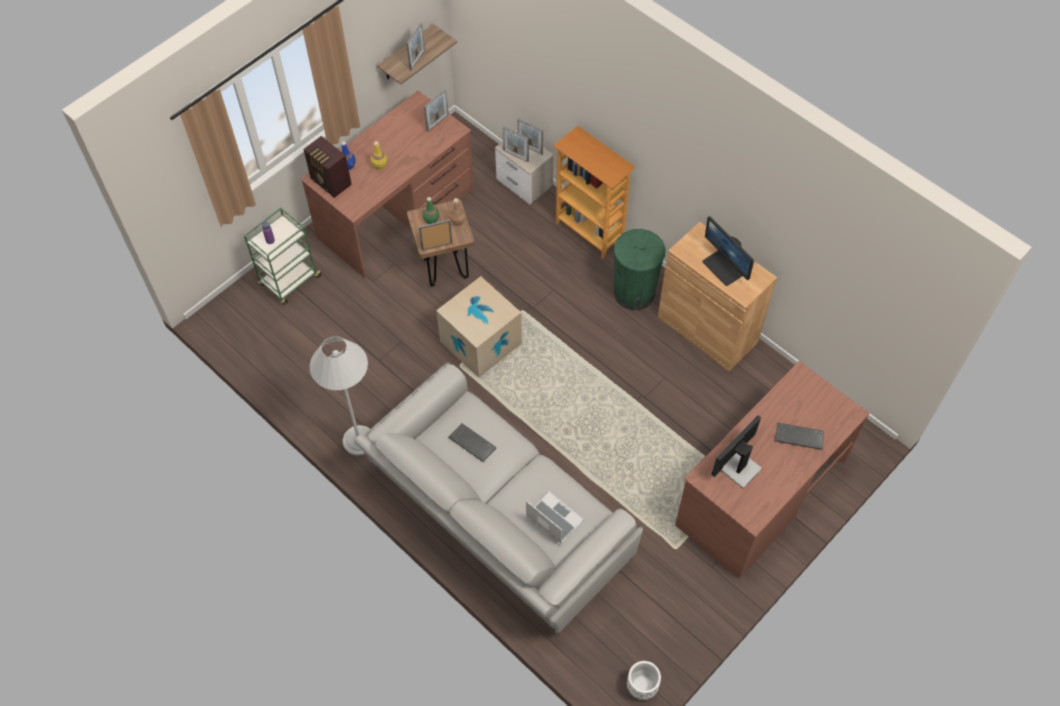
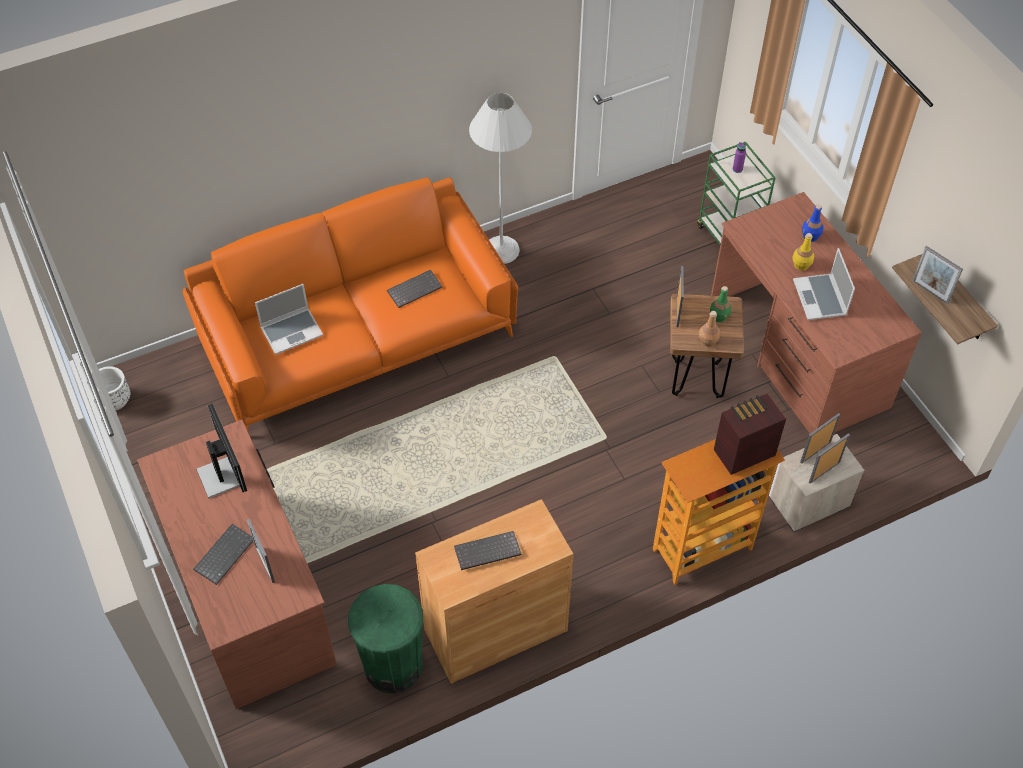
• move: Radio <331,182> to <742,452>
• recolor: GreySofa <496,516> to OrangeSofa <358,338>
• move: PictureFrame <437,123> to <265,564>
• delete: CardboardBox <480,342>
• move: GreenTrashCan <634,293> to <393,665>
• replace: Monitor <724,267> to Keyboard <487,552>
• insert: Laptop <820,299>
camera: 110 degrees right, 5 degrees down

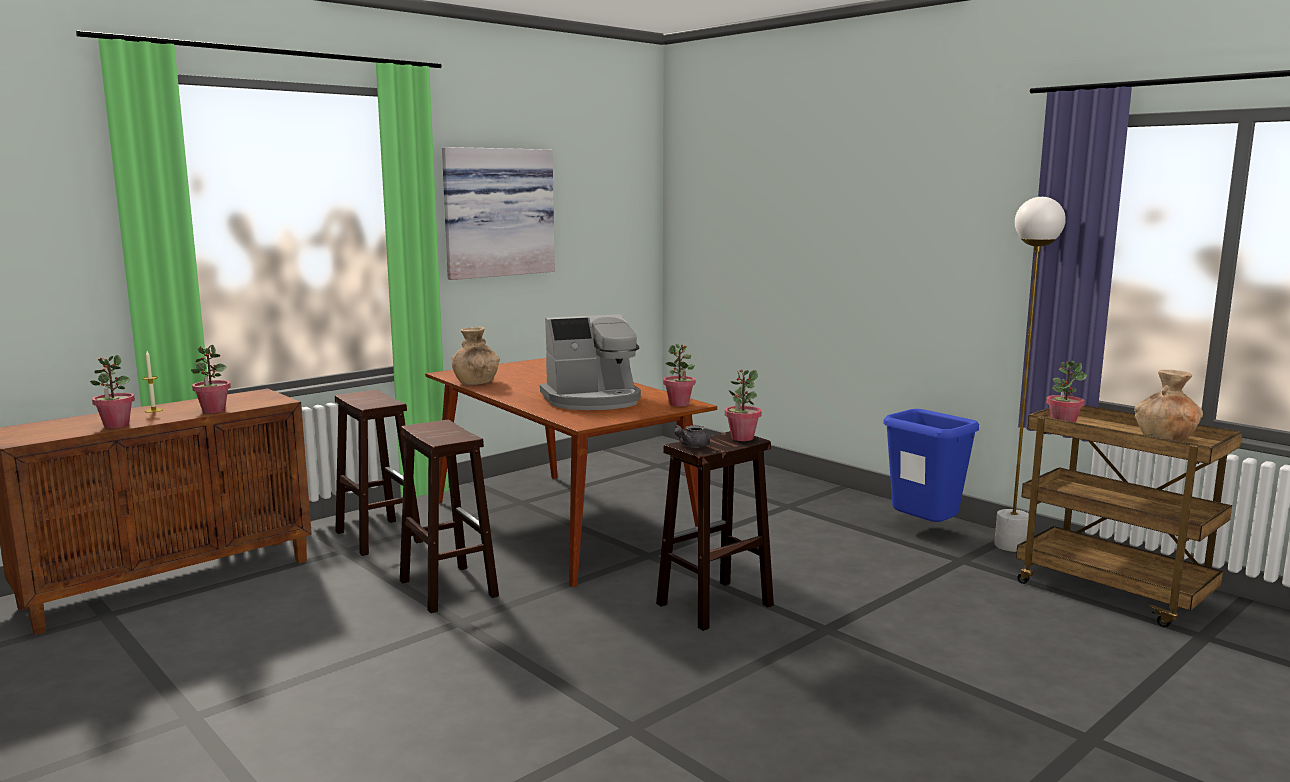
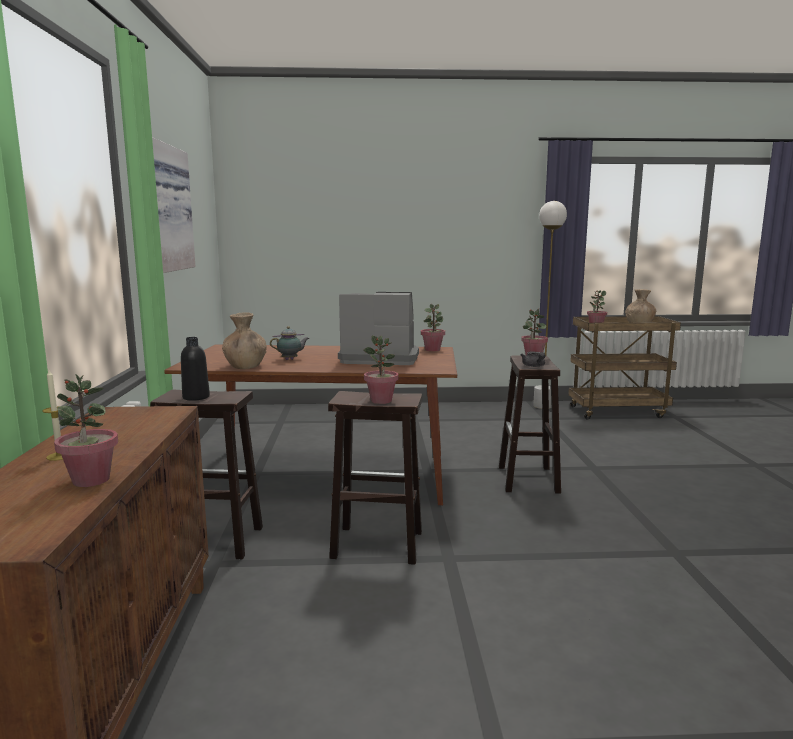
• move: PottedPlant <213,410> to <381,401>
• rotate: CoffeeMachine <593,400> = <379,358> 105 degrees counterclockwise
• delete: BlueTrashCan <924,532>
• insert: BlackBottle <196,397>
• insert: Teapot <290,359>
camera: 50 degrees left, 0 degrees up

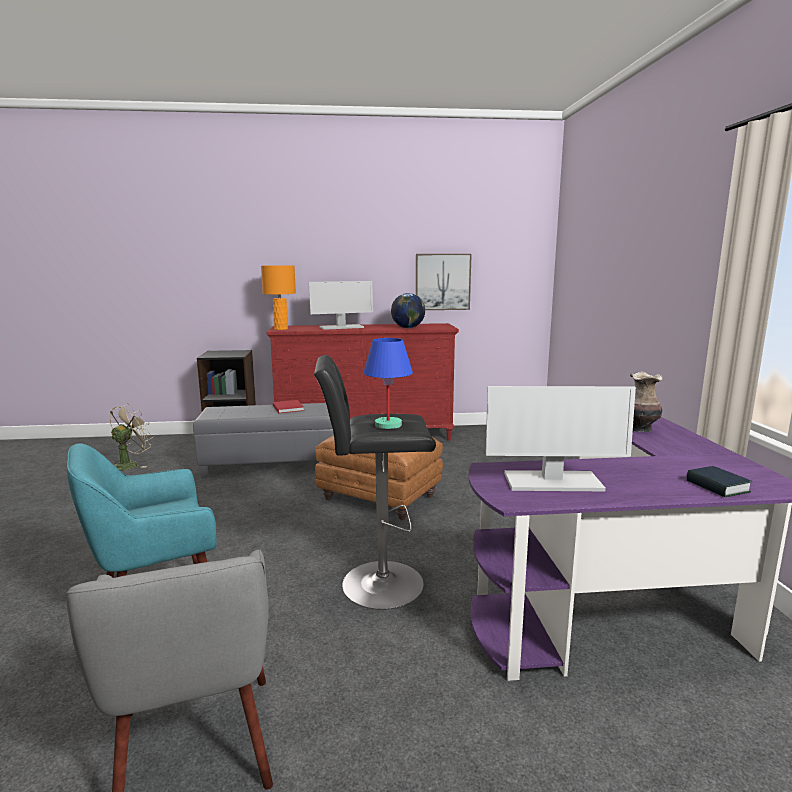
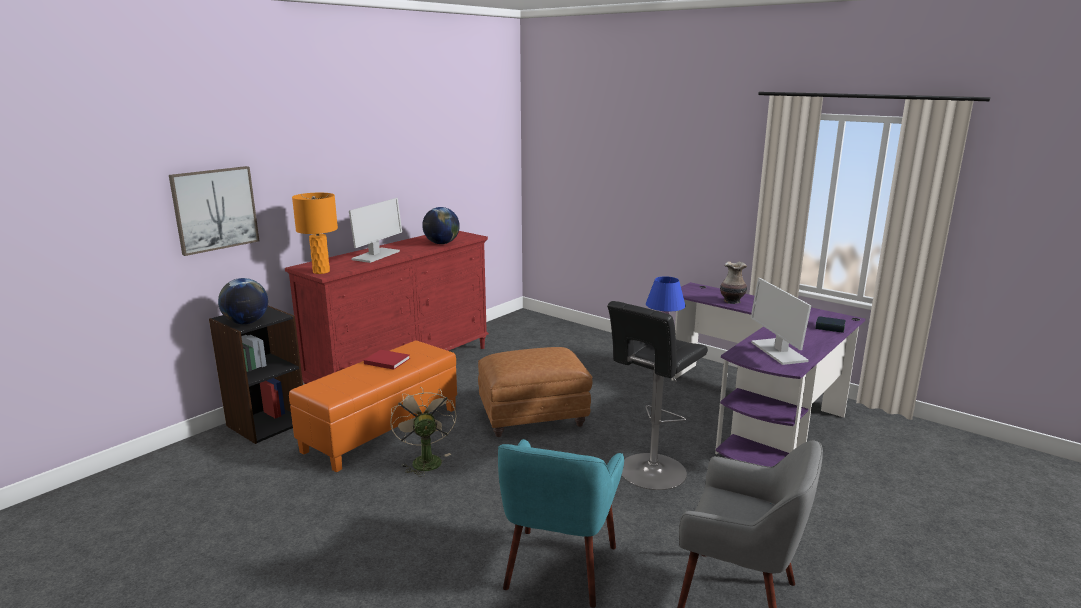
• move: BeigeFan <130,464> to <424,460>
• recolor: GreyOttoman <275,465> to OrangeOttoman <382,429>
• move: Picture <442,282> to <215,209>
• rotate: Monitor <551,482> = <778,351> 120 degrees clockwise
• insert: Globe <246,323>
camera: 45 degrees left, 5 degrees up

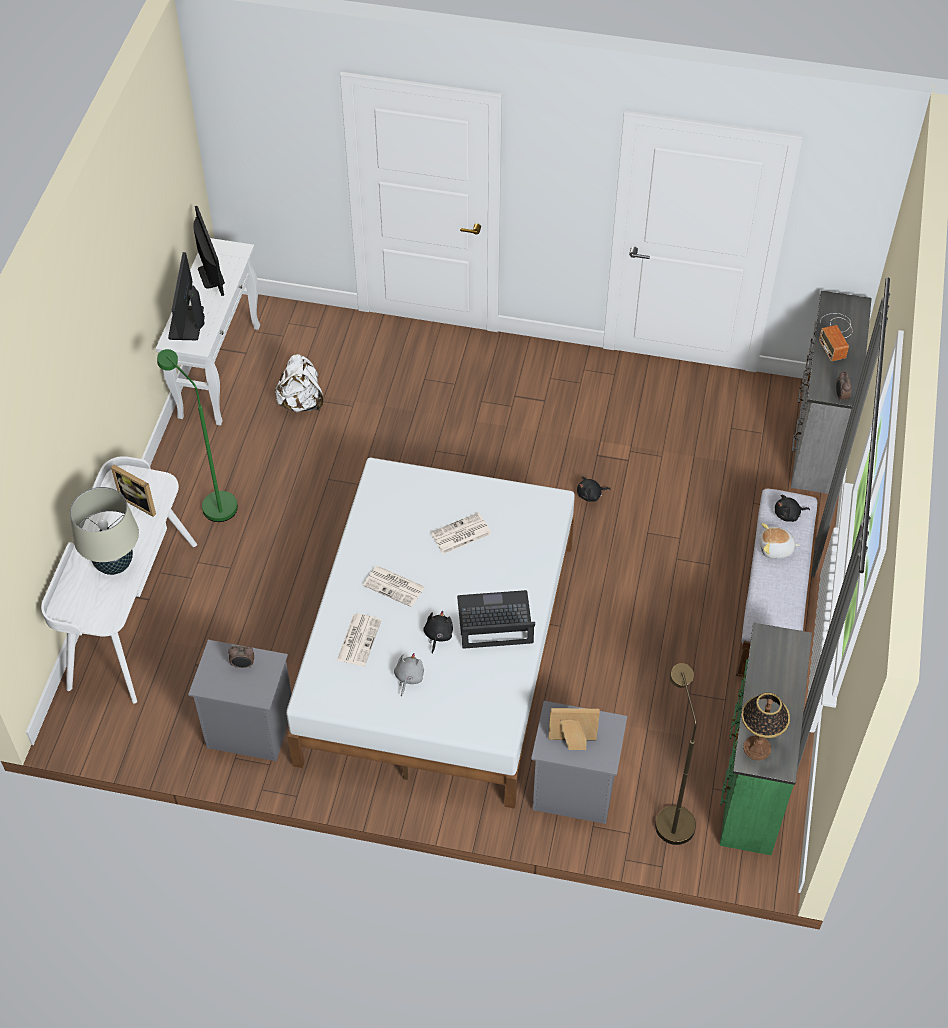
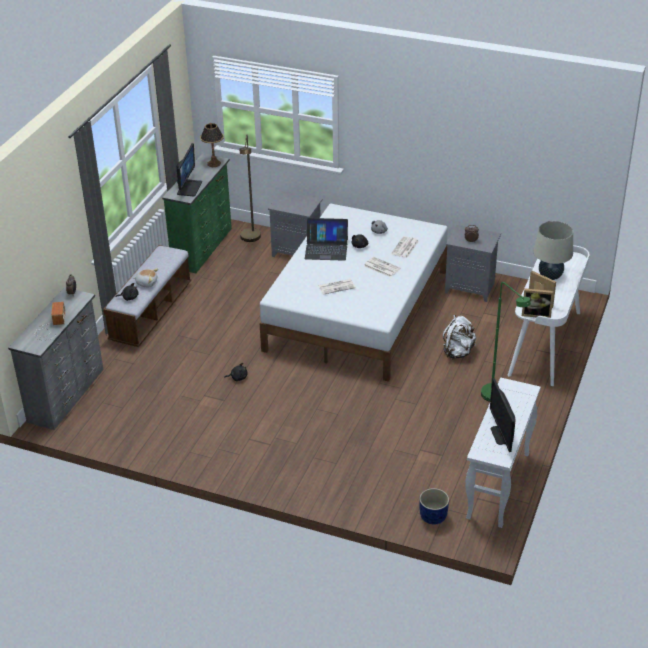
• move: Monitor <187,323> to <189,188>
• move: WhiteBackpack <301,402> to <458,352>
• move: PictureFrame <572,743> to <536,314>
• insert: BluePlanter <432,516>
camera: 170 degrees left, 15 degrees down

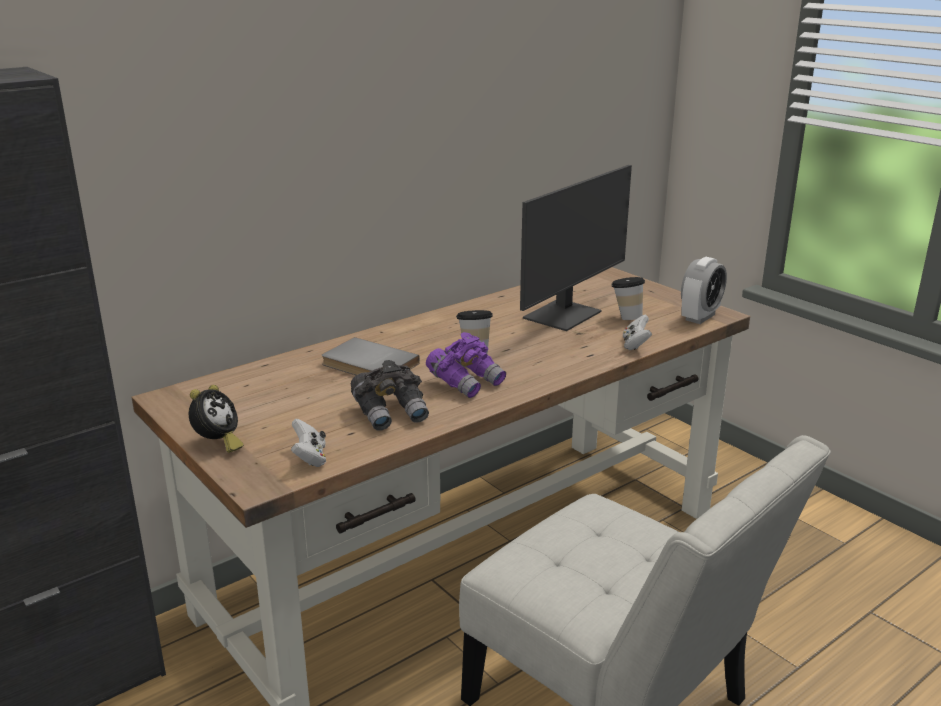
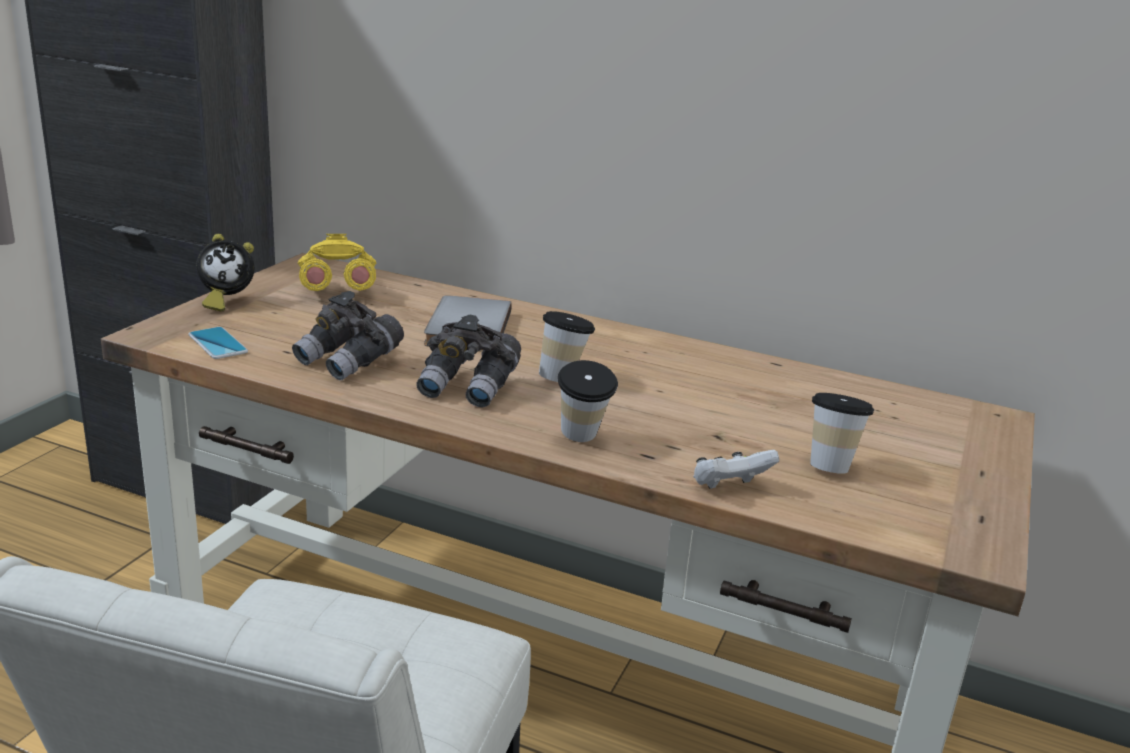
• replace: WhiteGameController <310,458> to Phone <217,344>
• recolor: PurpleBinoculars <466,382> to GreyBinoculars <469,387>
• delete: Monitor <564,315>
• delete: AlarmClock <700,317>
• insert: YellowBinoculars <336,292>
• insert: Cup <582,440>
camera: 60 degrees right, 0 degrees up

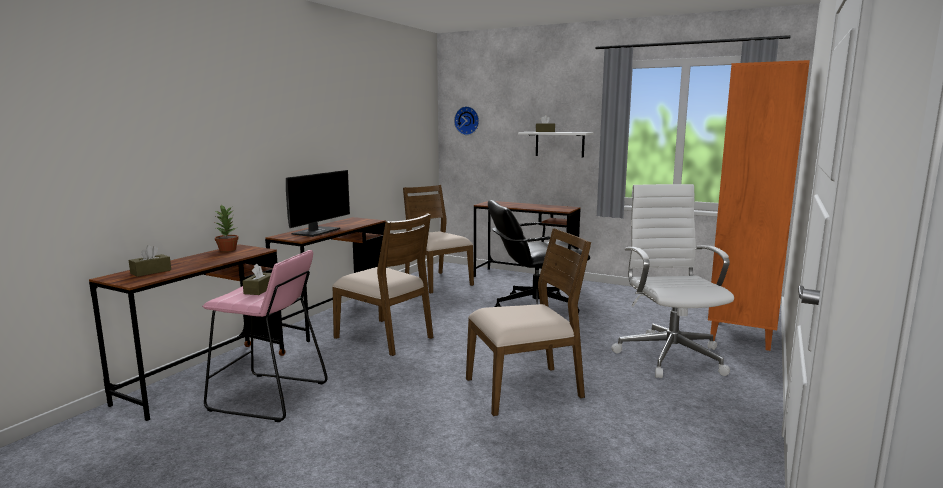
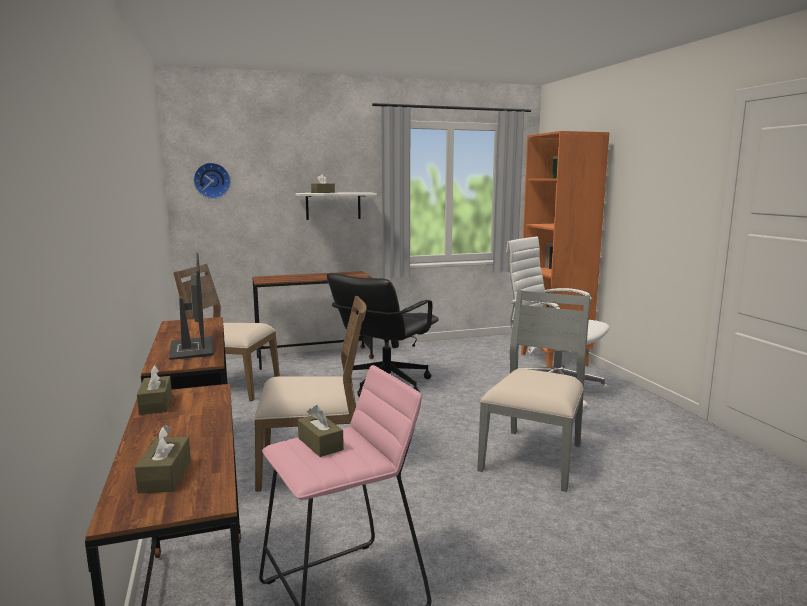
• replace: PottedPlant <228,249> to BrownTissueBox <156,404>
• recolor: BrownChair <525,388> to GreyChair <534,457>
camera: 45 degrees left, 0 degrees up

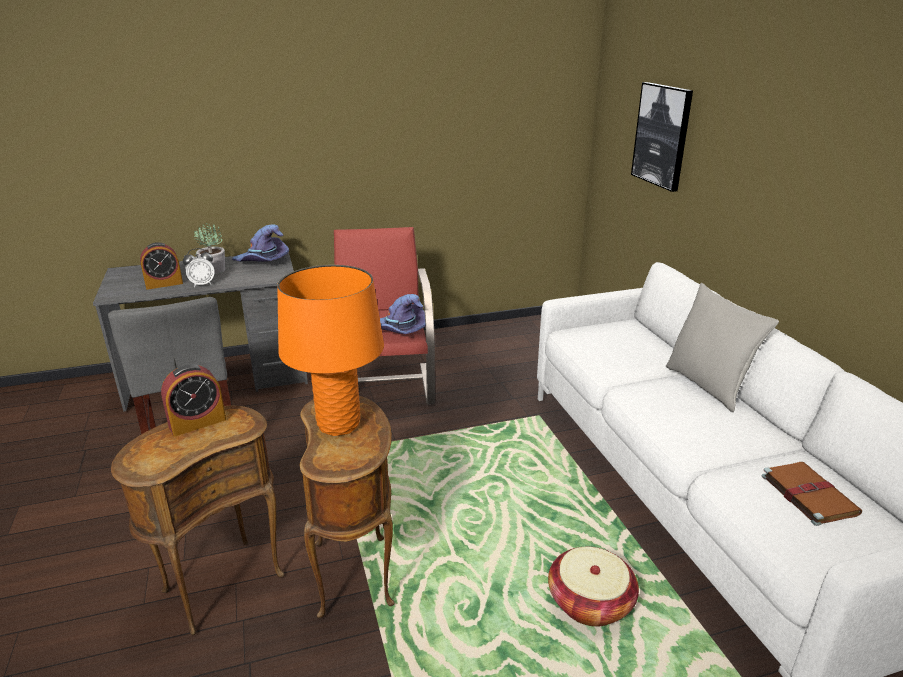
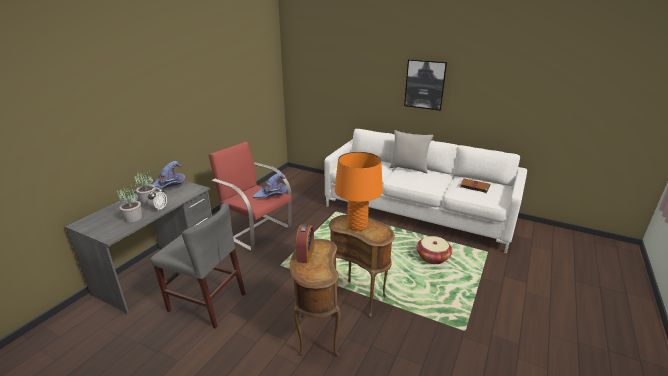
• replace: AlarmClock <164,284> to PottedPlant <133,217>
• move: Picture <662,135> to <425,84>
camera: 45 degrees left, 0 degrees up

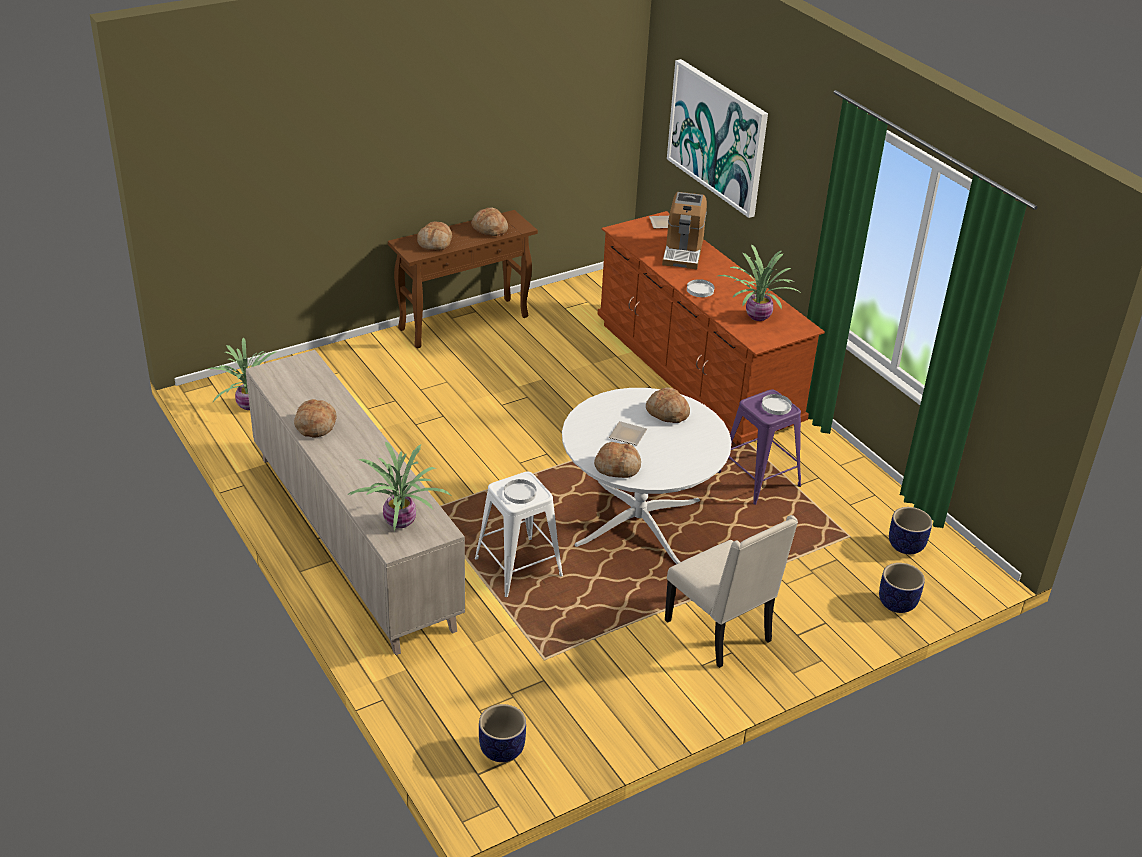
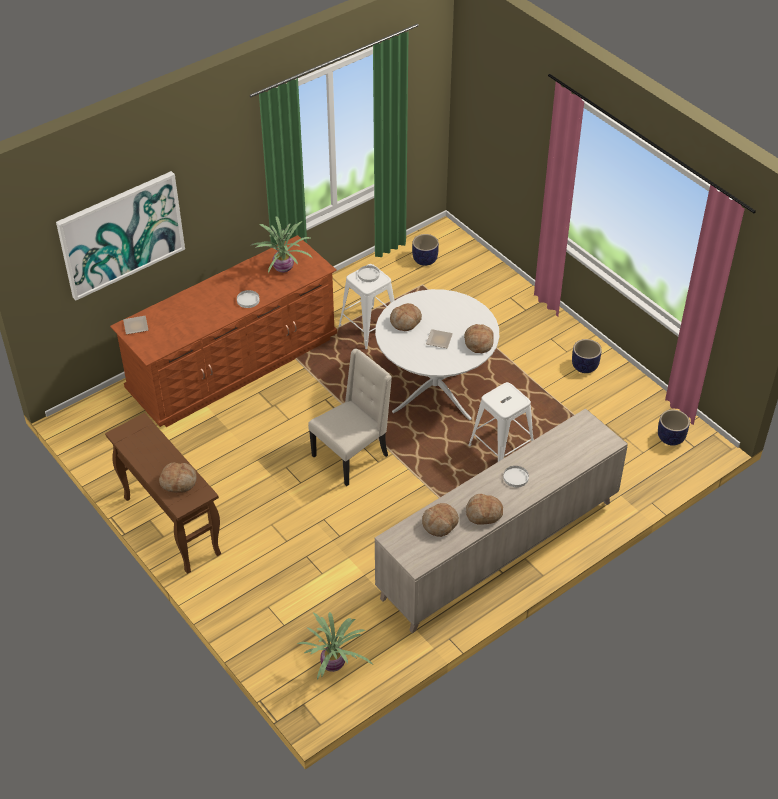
• delete: PottedPlant <399,523>
• move: Bread <489,229> to <440,523>
• move: WhitePlate <520,493> to <515,477>
• delete: CoffeeMachine <683,251>
• move: BeigeChair <721,631> to <352,455>
• recolor: PurpleStool <758,479> to WhiteStool <369,328>
• move: Planter <896,603> to <584,366>
camera: 95 degrees left, 10 degrees up

